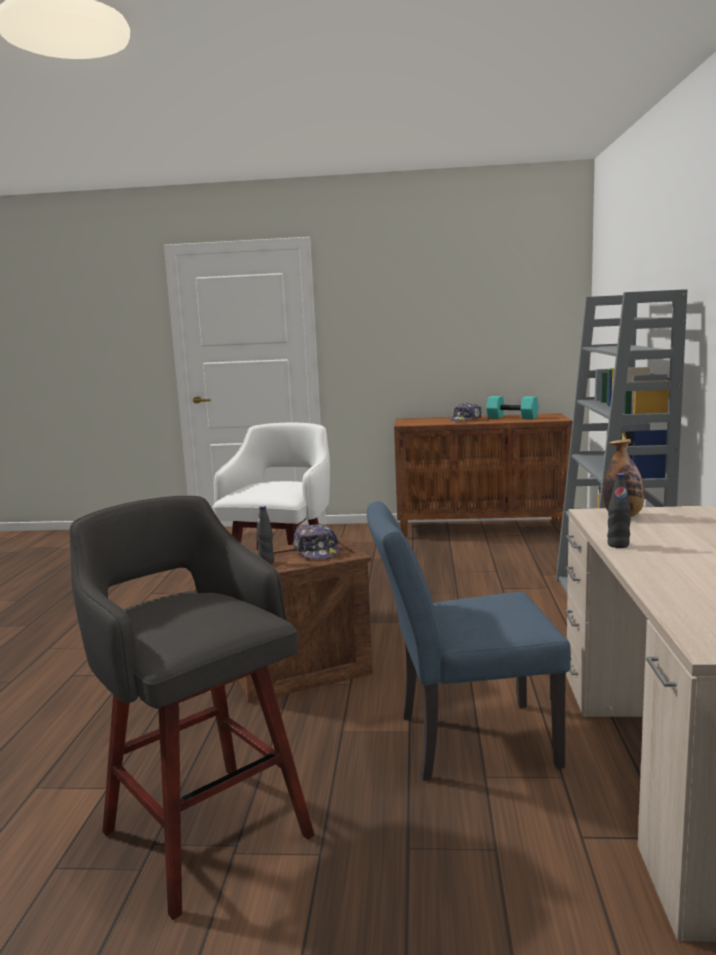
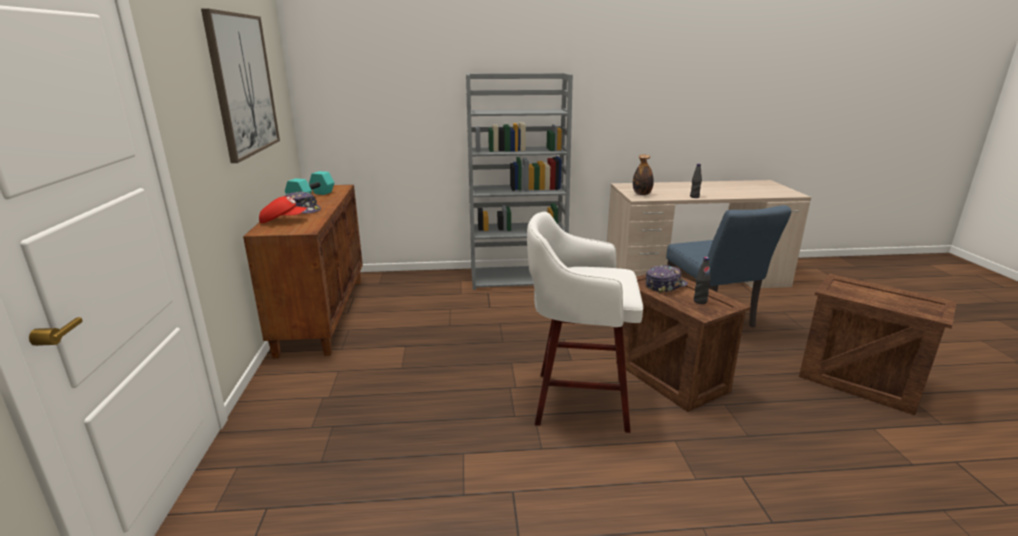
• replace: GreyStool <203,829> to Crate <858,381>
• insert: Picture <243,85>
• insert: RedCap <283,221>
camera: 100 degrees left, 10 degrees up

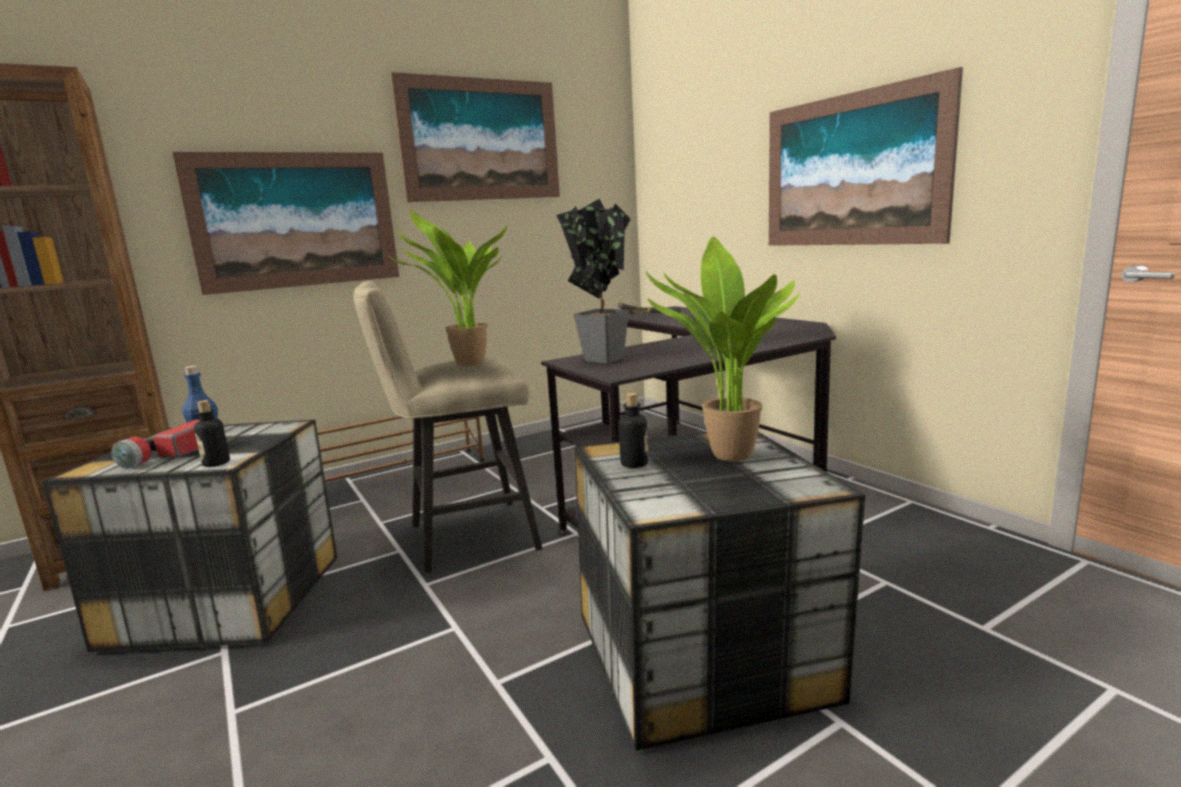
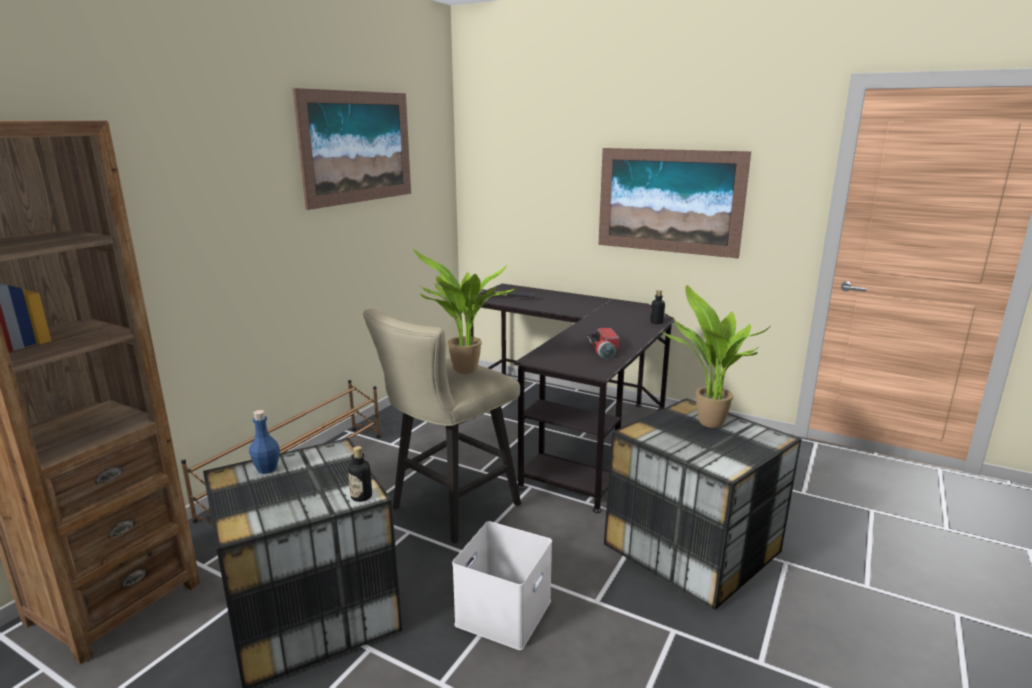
• move: Flashlight <168,456> to <604,351>
• delete: Picture <296,220>
• delete: PottedPlant <601,358>
• move: Bottle <634,463> to <656,322>
• insert: WhiteStorageBox <503,611>
camera: 30 degrees left, 5 degrees up

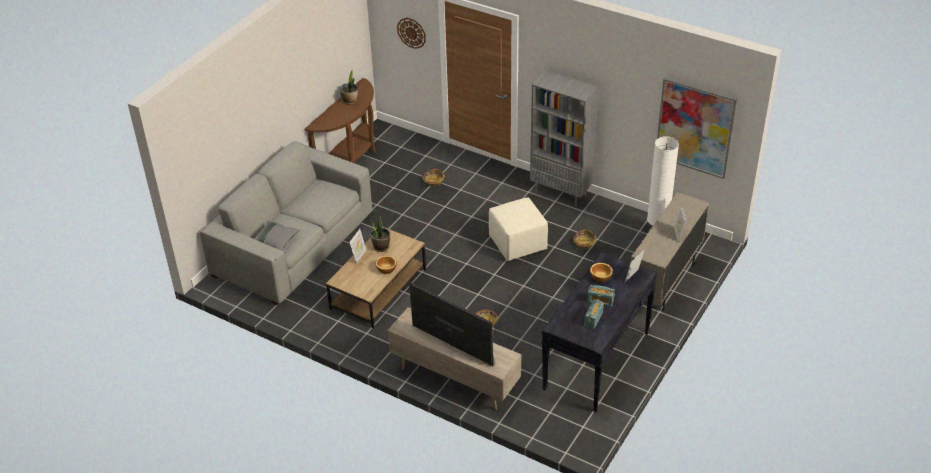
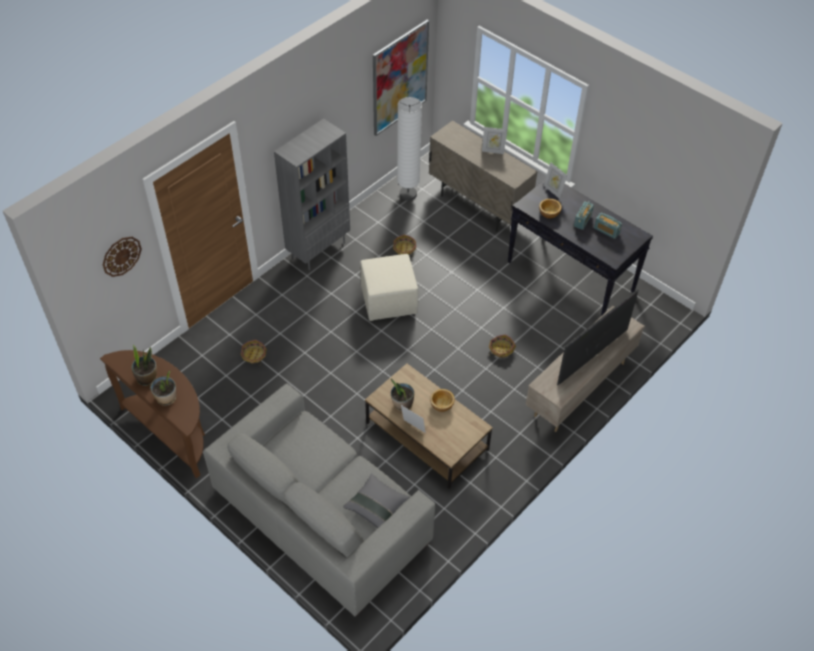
• insert: PottedPlant <166,398>
camera: 80 degrees left, 10 degrees up

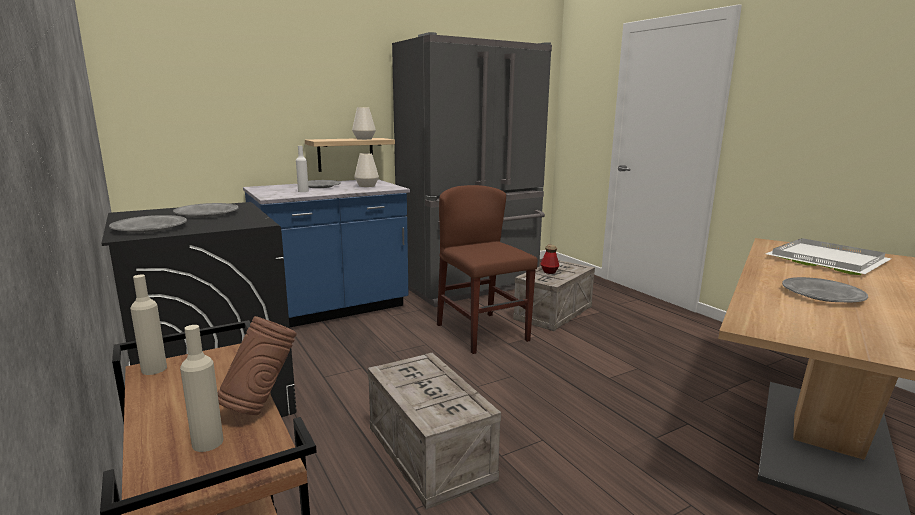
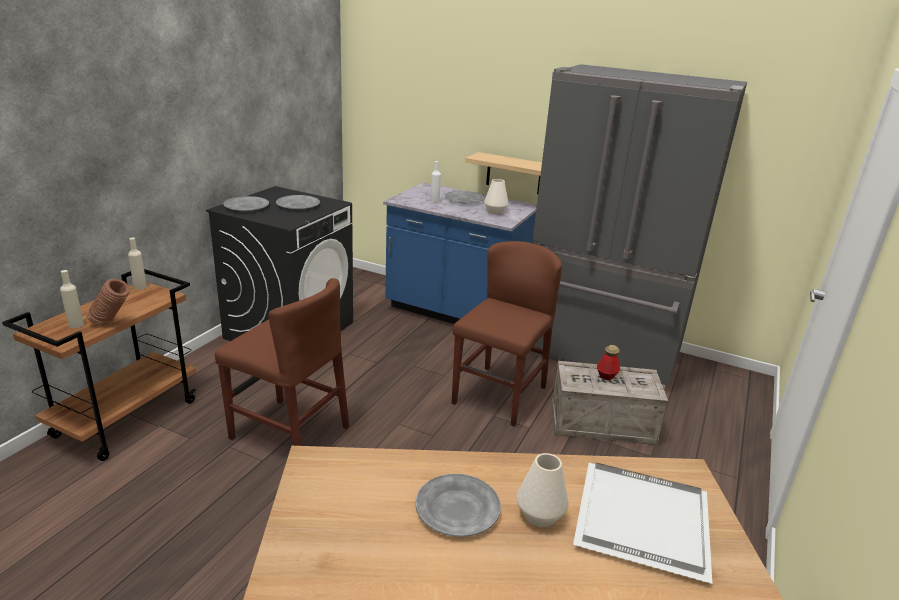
• move: WhiteVase <364,139> to <540,515>
• replace: Crate <431,453> to BrownChair <289,433>
camera: 55 degrees right, 10 degrees up

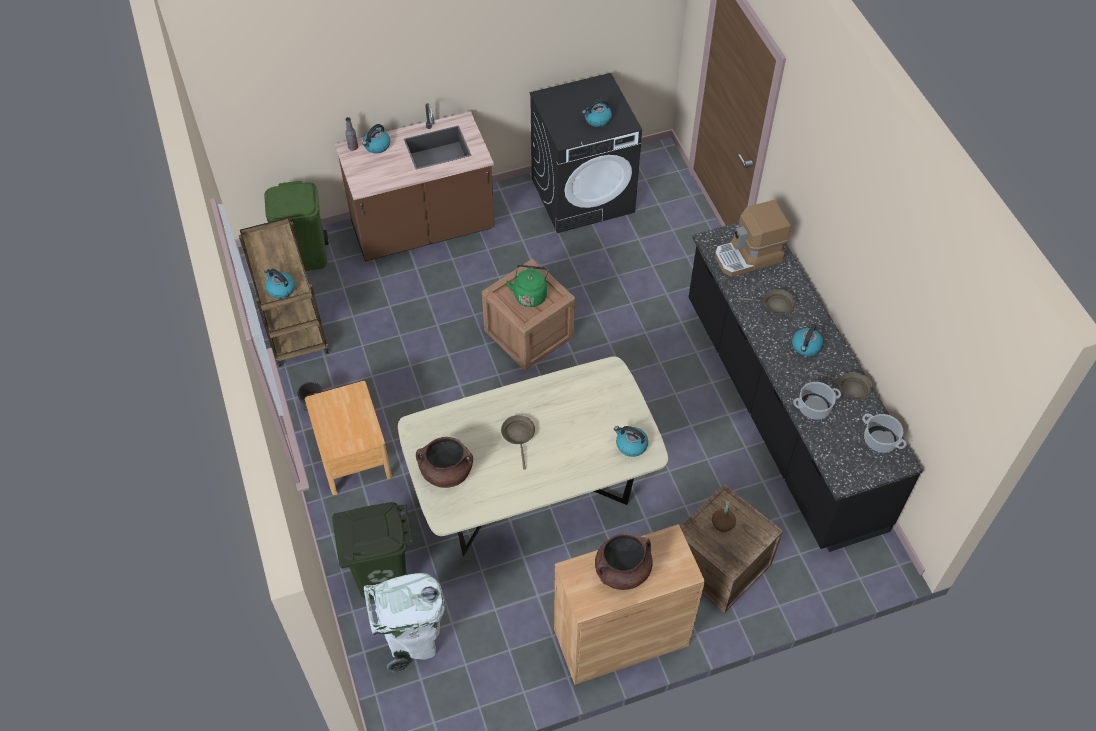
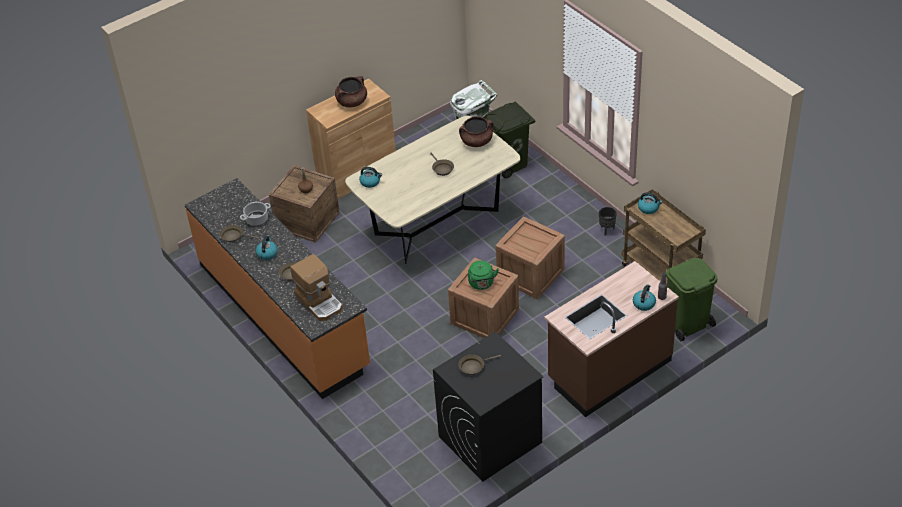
• delete: BrownNightstand <353,454>
• replace: Kettle <597,119> to BrownFryingPan <473,366>
• recolor: BlackCounter <780,412> to OrangeCounter <283,315>
• rotate: CoffeeMachine <748,257> = <320,302> 90 degrees clockwise
• delete: CookingPot <880,440>
• insert: Crate <530,274>
camera: 165 degrees right, 10 degrees down

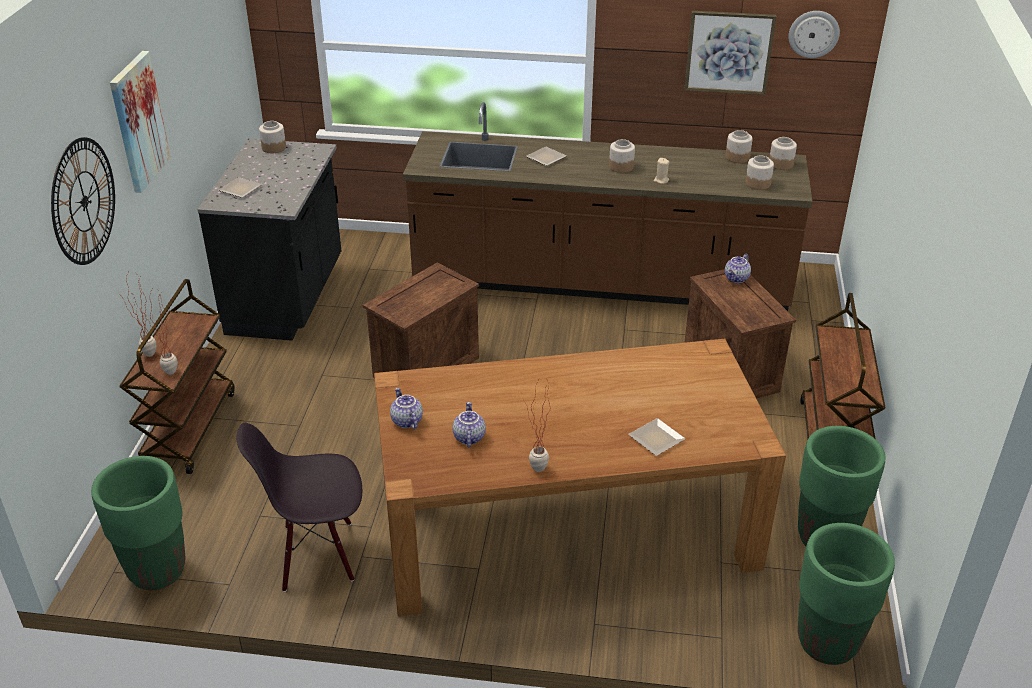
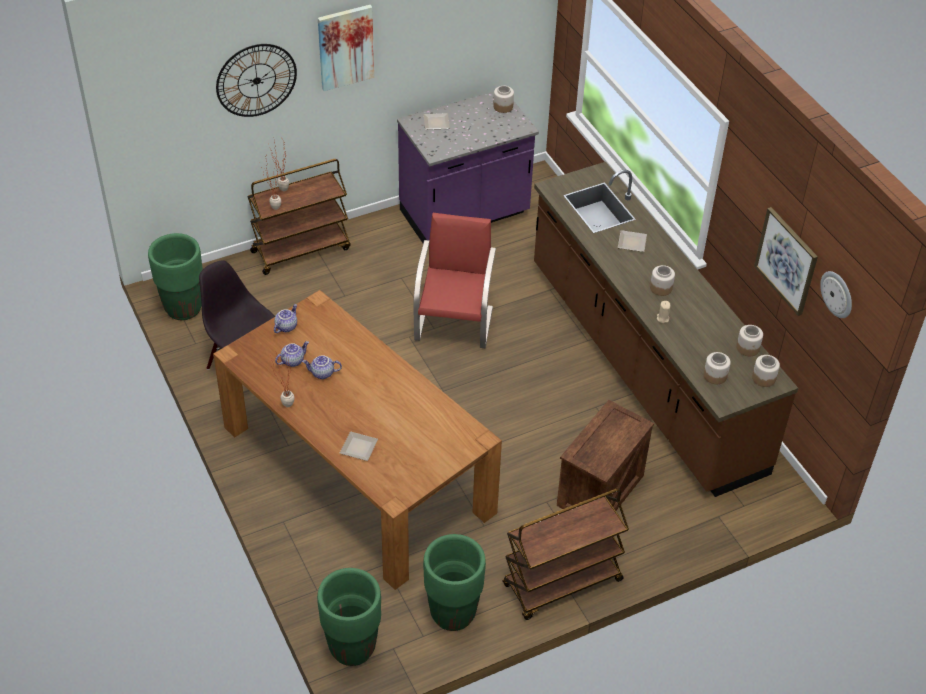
• recolor: BlackCounter <288,298> to PurpleCounter <465,215>
• replace: Crate <426,366> to RedChair <454,322>
• move: Teapot <737,278> to <322,374>
camera: 55 degrees right, 10 degrees up

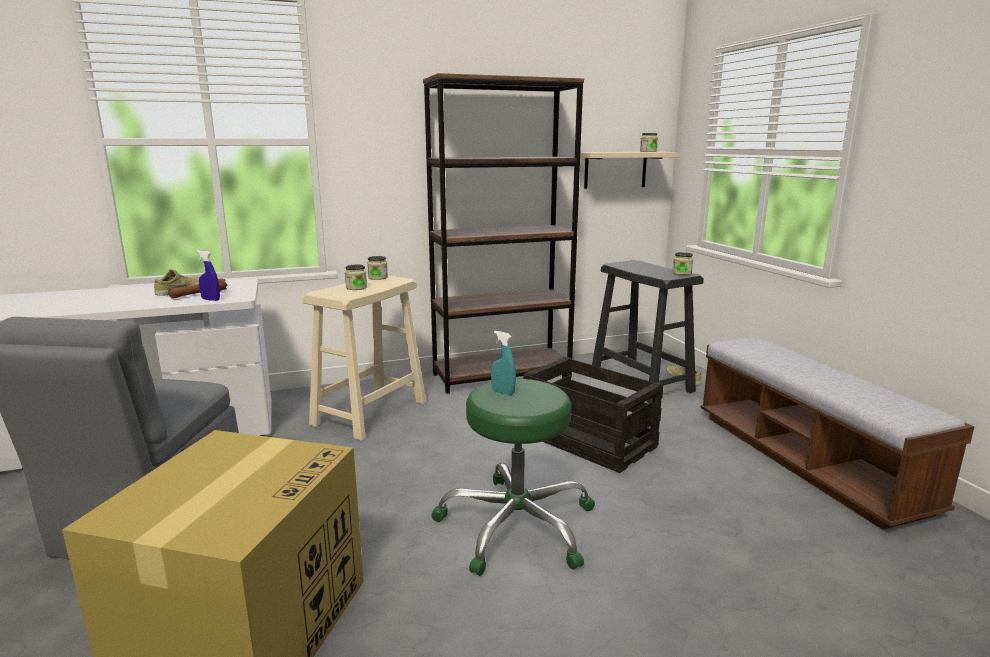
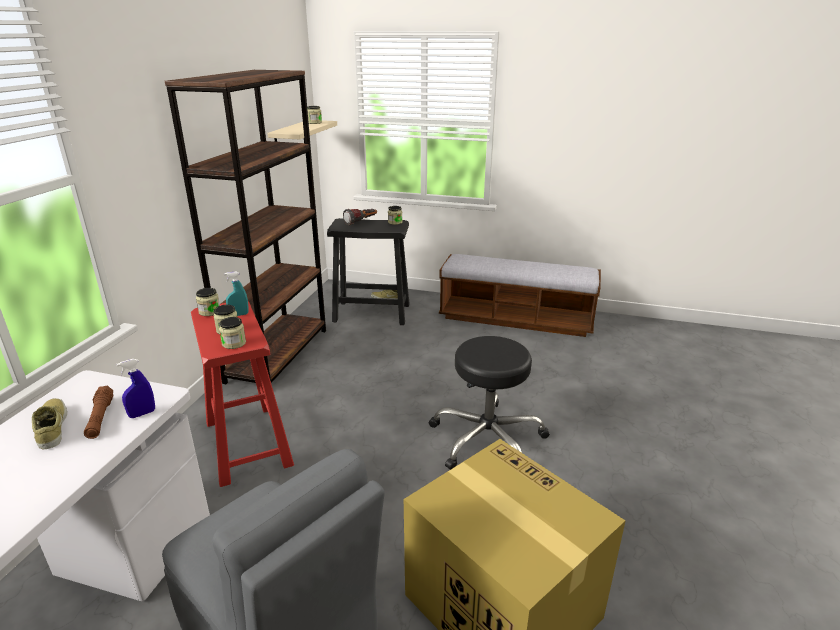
• recolor: BeigeStool <369,413> to RedStool <248,444>
• recolor: GreenStool <516,526> to BlackStool <488,439>
• move: TurquoiseSprayBottle <503,392> to <239,315>
• delete: Crate <587,440>
• insert: Jar <234,343>
• insert: Flashlight <361,222>
camera: 55 degrees left, 10 degrees up

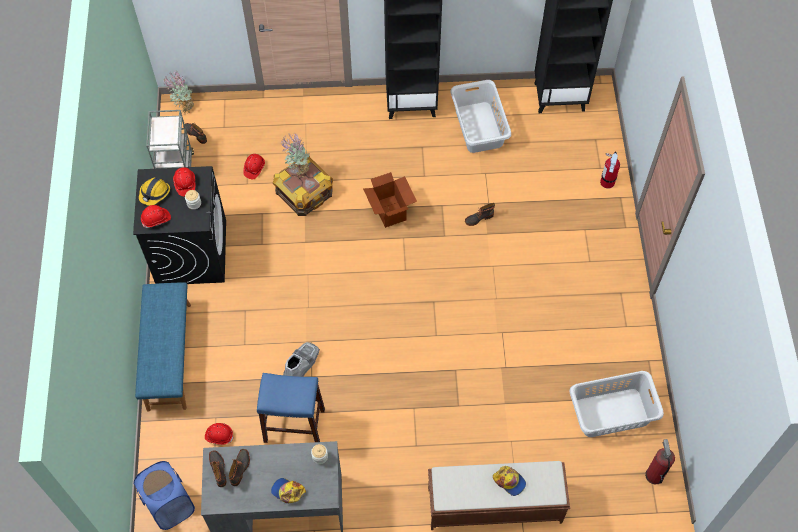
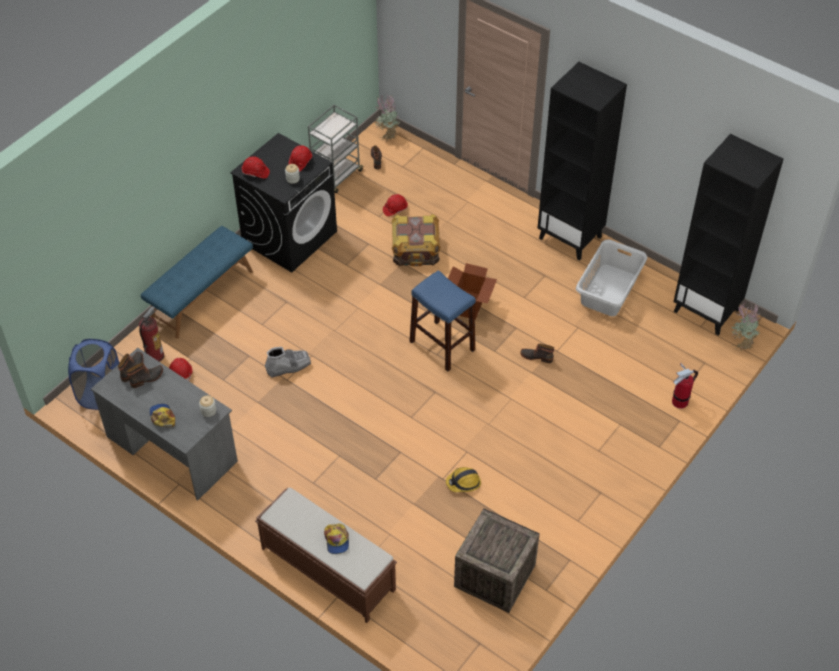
• move: HardHat <154,193> to <463,482>
• move: BlueStool <294,425> to <442,345>
• move: PottedPlant <298,169> to <741,343>
• replace: GreyLaundryBasket <612,413> to Crate <495,575>
• move: FireExtinguisher <654,475> to <155,355>
camera: 40 degrees right, 10 degrees down

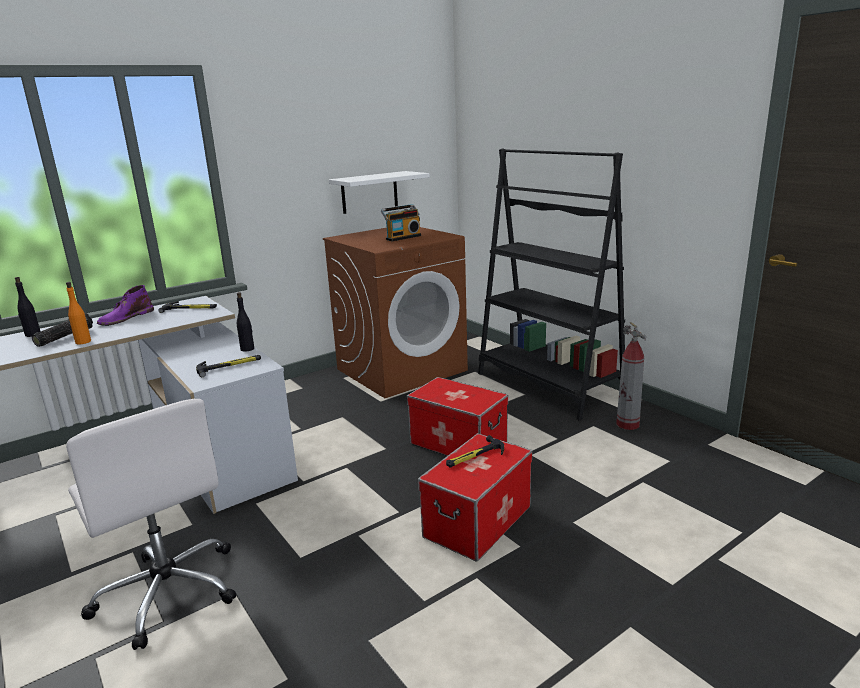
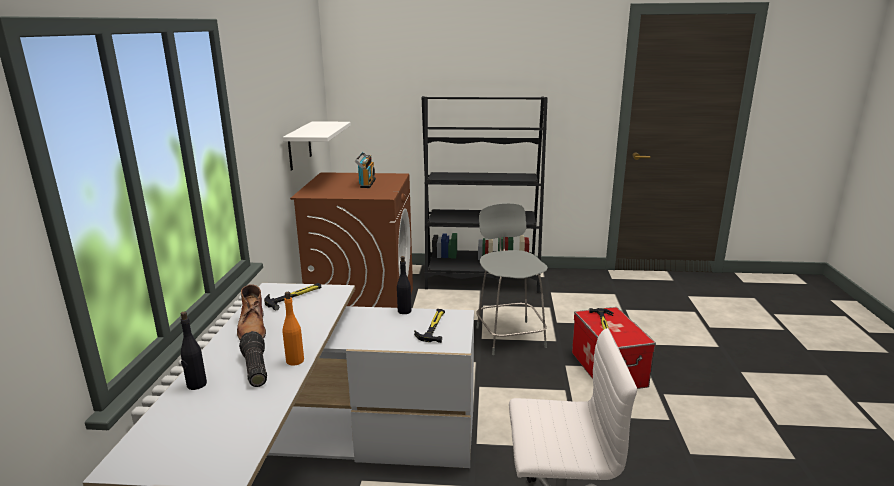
• recolor: PurpleBoot <125,318> to BrownBoot <252,328>
• replace: StorageBox <459,443> to GreyStool <509,336>
• delete: FireExtinguisher <628,424>
camera: 50 degrees left, 0 degrees up

